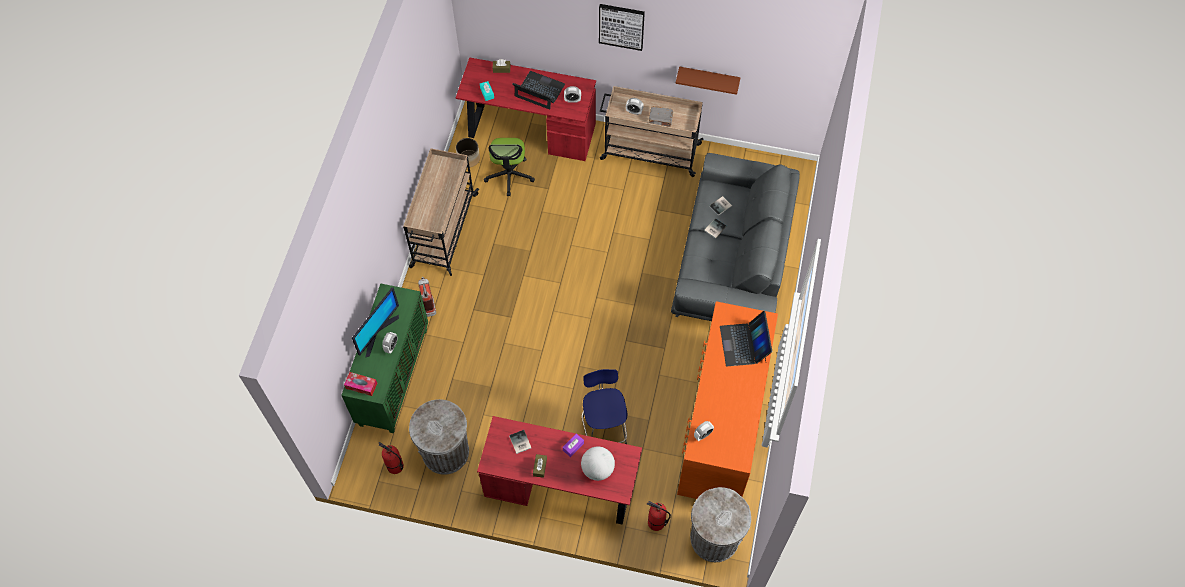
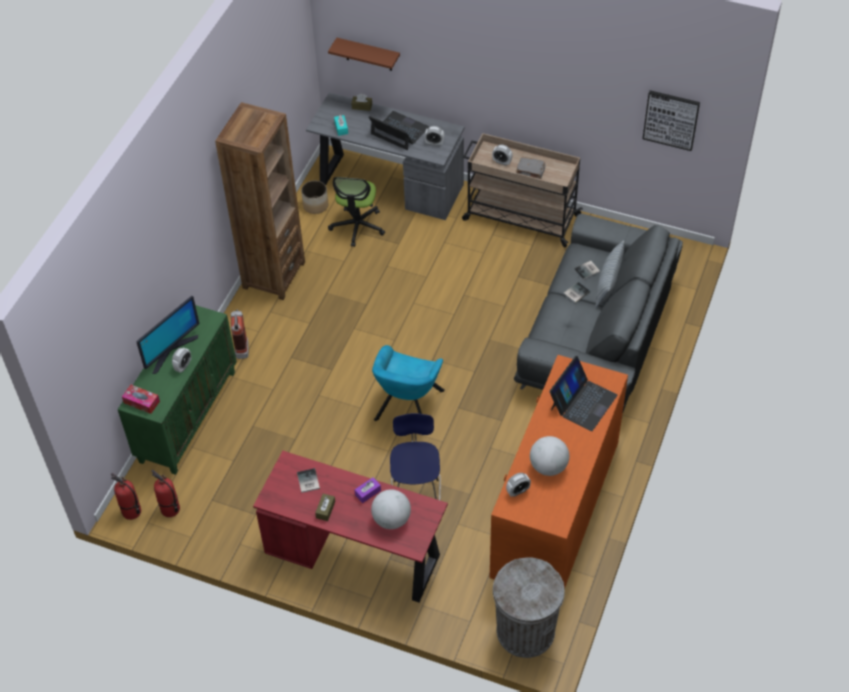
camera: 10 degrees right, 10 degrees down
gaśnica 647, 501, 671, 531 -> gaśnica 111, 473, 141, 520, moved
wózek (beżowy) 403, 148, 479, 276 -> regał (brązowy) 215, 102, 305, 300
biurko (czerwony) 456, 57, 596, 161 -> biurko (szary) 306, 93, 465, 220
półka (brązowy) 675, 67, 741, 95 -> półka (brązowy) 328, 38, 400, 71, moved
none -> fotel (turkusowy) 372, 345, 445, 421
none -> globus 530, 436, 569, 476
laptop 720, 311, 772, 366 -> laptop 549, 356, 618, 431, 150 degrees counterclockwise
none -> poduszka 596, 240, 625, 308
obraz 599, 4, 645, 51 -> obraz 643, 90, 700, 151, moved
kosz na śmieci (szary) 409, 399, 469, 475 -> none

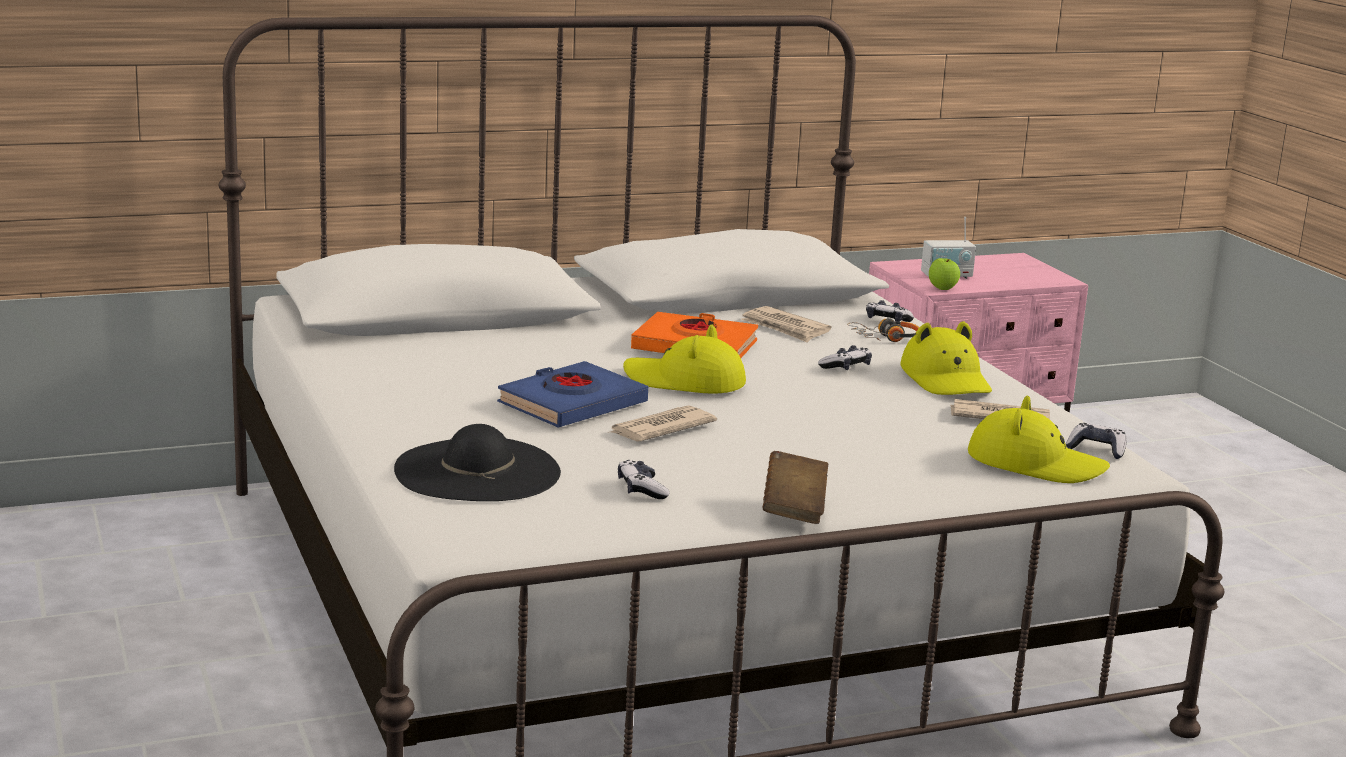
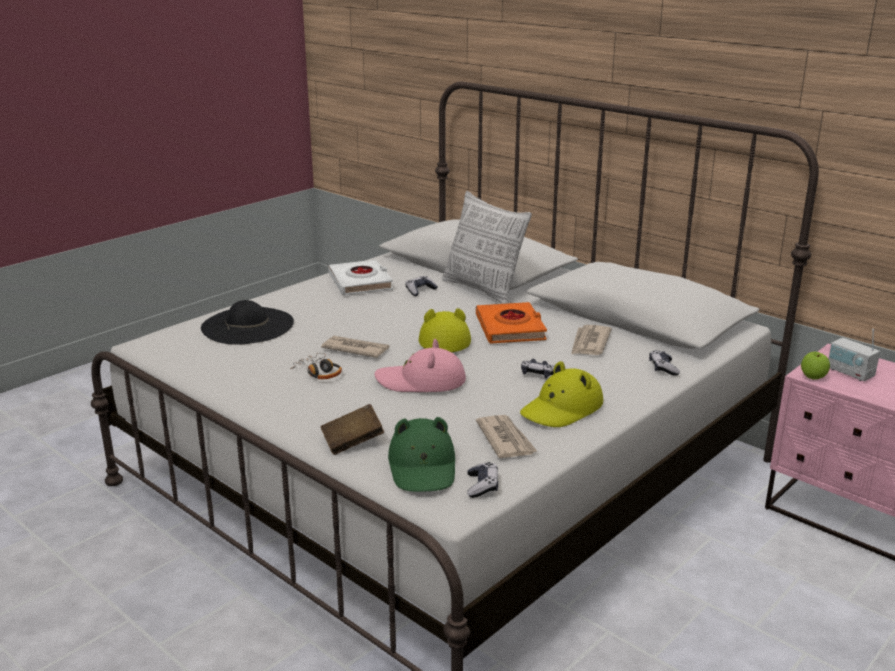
camera: 65 degrees right, 5 degrees up
słuchawki 847, 318, 920, 342 -> słuchawki 290, 353, 342, 379, moved
książka (brązowy) 763, 451, 828, 524 -> książka (brązowy) 320, 404, 384, 455, moved
none -> książka (biały) 328, 260, 393, 295
none -> kapelusz (różowy) 375, 339, 466, 392
kapelusz (żółty) 968, 396, 1110, 483 -> kapelusz (zielony) 388, 417, 455, 492
pad do gier 618, 460, 669, 499 -> pad do gier 405, 276, 438, 296, moved
none -> poduszka 442, 191, 532, 304
książka (niebieski) 497, 361, 648, 427 -> none

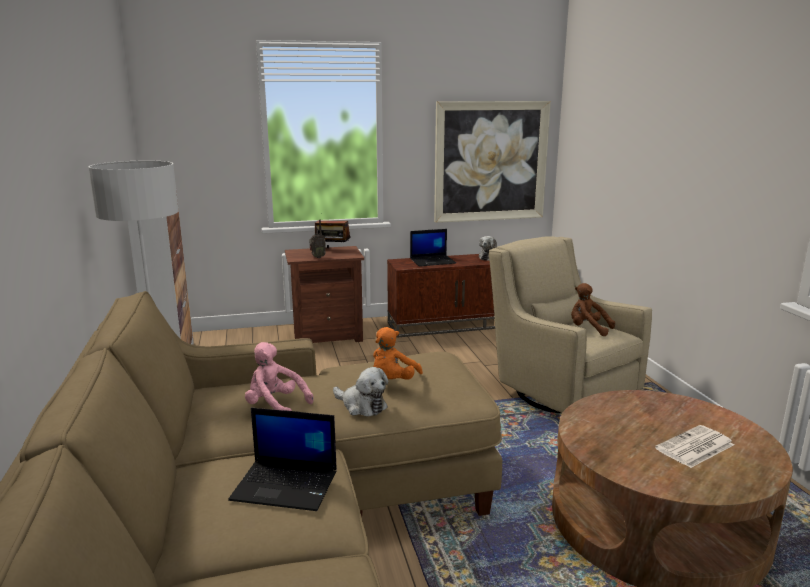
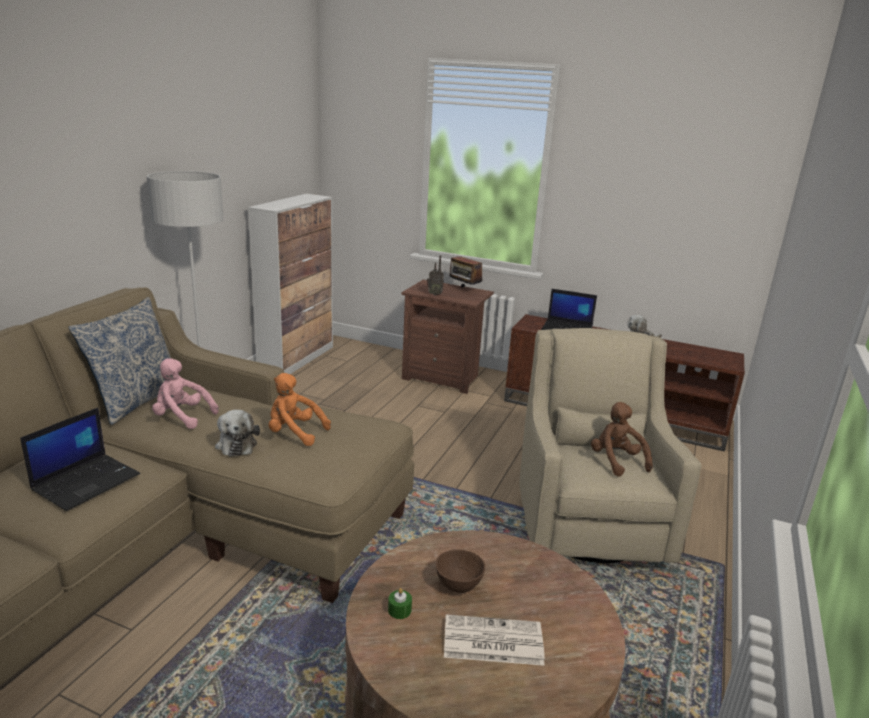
camera: 35 degrees right, 5 degrees up
laptop 228, 408, 337, 511 -> laptop 20, 408, 140, 511, 105 degrees counterclockwise
none -> poduszka 68, 297, 180, 425
pluszak (różowy) 245, 342, 314, 411 -> pluszak (różowy) 152, 358, 219, 429, 45 degrees counterclockwise
pluszak (pomarańczowy) 373, 327, 423, 380 -> pluszak (pomarańczowy) 268, 373, 331, 446, 45 degrees clockwise
none -> świeca (zielony) 388, 588, 412, 619
none -> miska (brązowy) 436, 549, 485, 593
obraz 434, 101, 551, 223 -> none

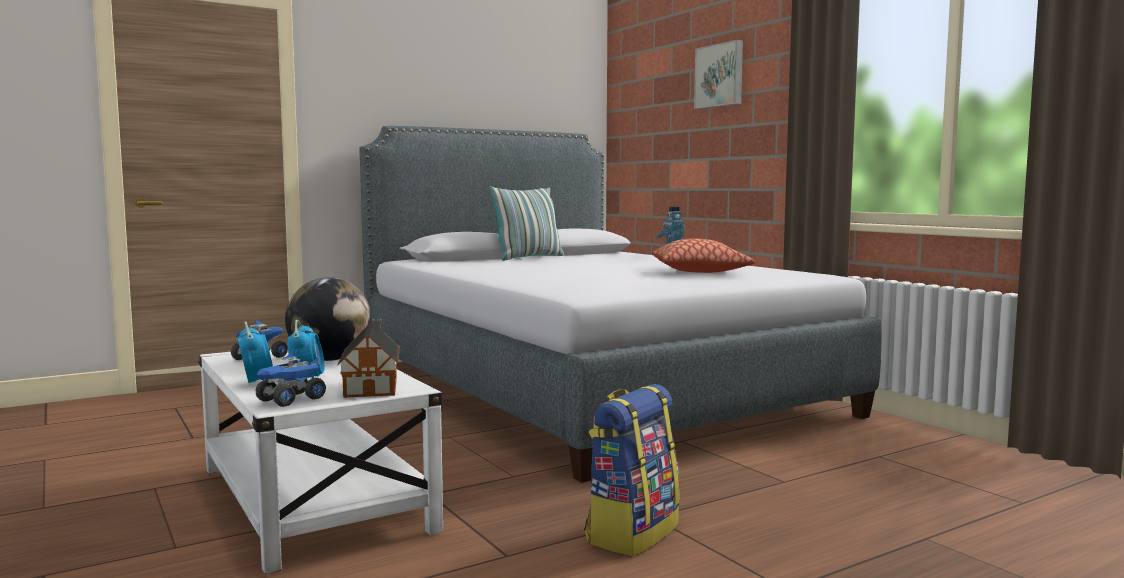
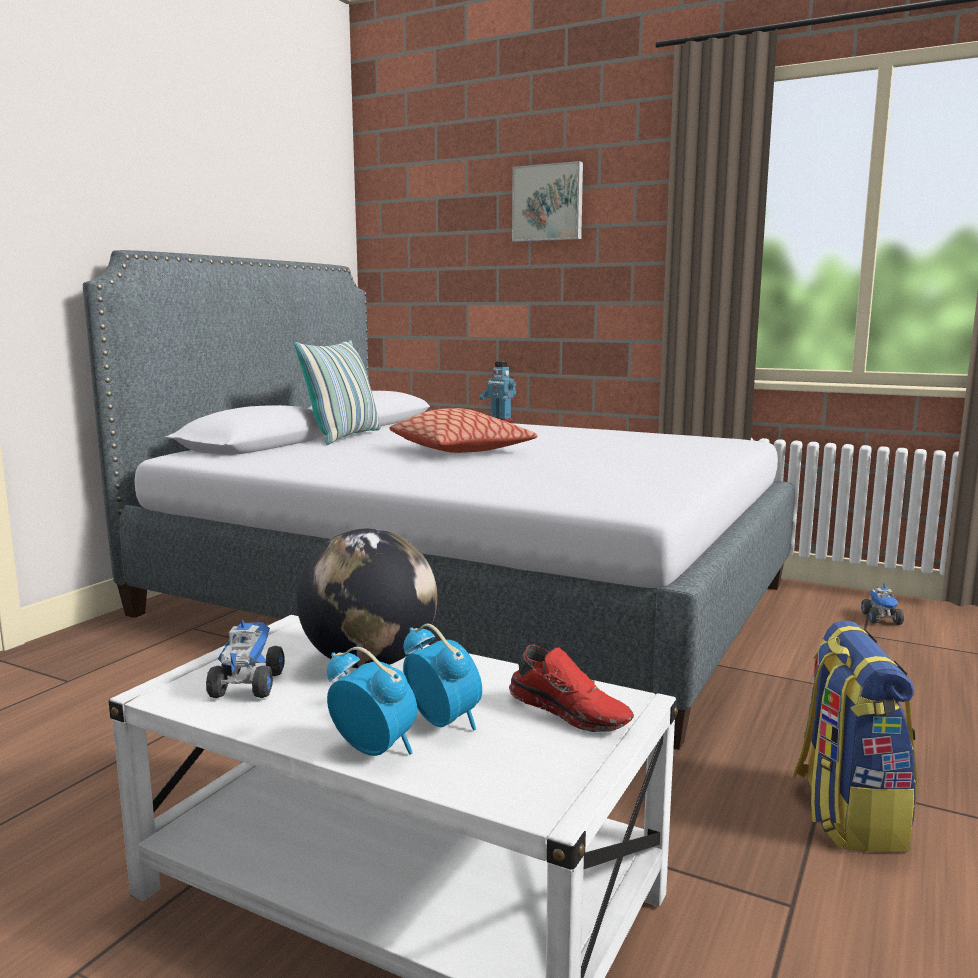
camera: 30 degrees left, 5 degrees up
poduszka 652, 239, 755, 273 -> poduszka 389, 408, 538, 453, moved
domek 338, 319, 400, 398 -> but (czerwony) 509, 645, 634, 732
ciężarówka zabawkowa 256, 349, 326, 407 -> ciężarówka zabawkowa 861, 584, 904, 625, moved

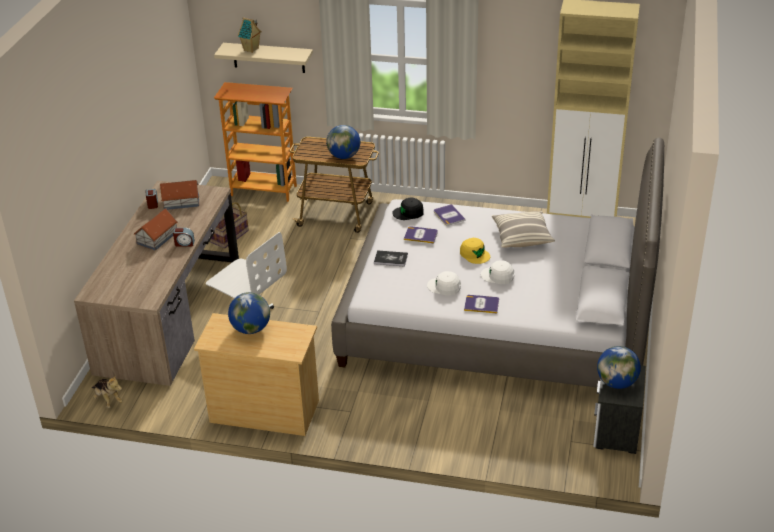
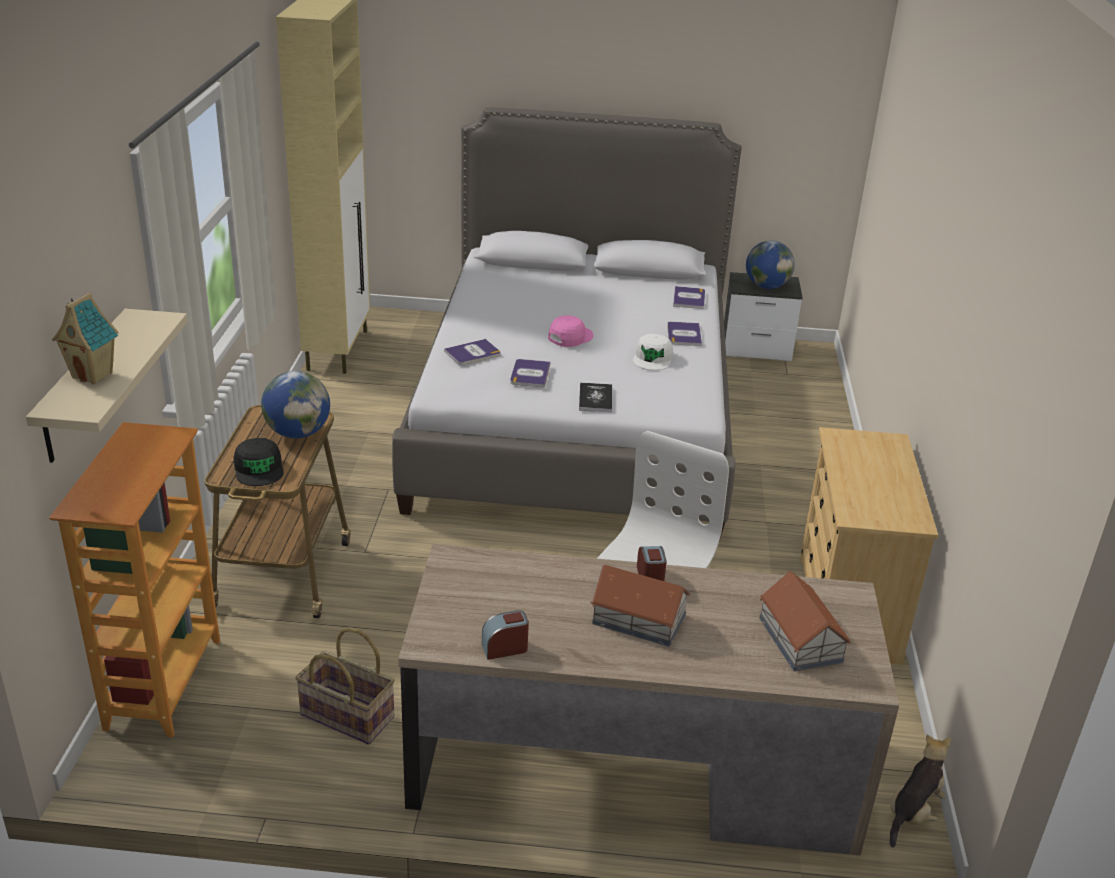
camera: 100 degrees left, 5 degrees down
czapka z daszkiem (czarny) 392, 197, 424, 220 -> czapka z daszkiem (czarny) 233, 438, 284, 486, moved
czapka z daszkiem (żółty) 460, 238, 490, 264 -> czapka z daszkiem (różowy) 548, 315, 594, 347
none -> książka 673, 286, 705, 309
domek 160, 180, 199, 210 -> domek 759, 571, 851, 671, moved
globus 228, 292, 270, 334 -> none
czapka z daszkiem (biały) 481, 260, 514, 284 -> none
poduszka 492, 211, 555, 247 -> none

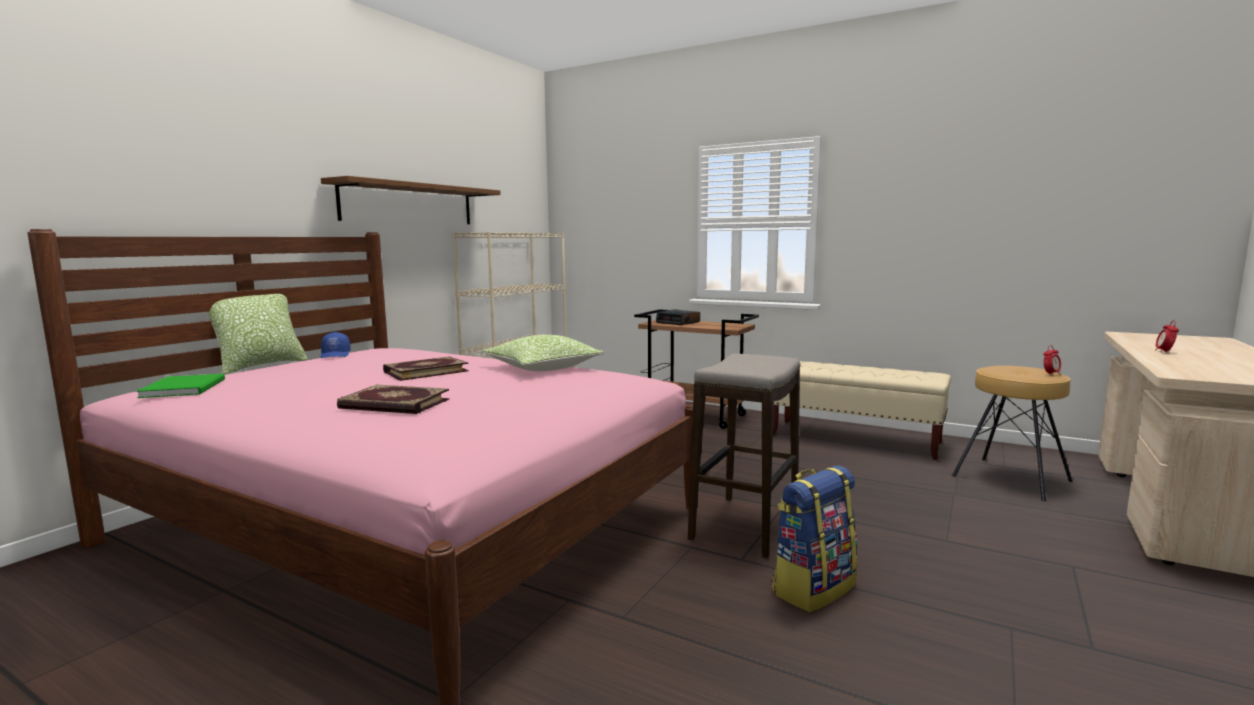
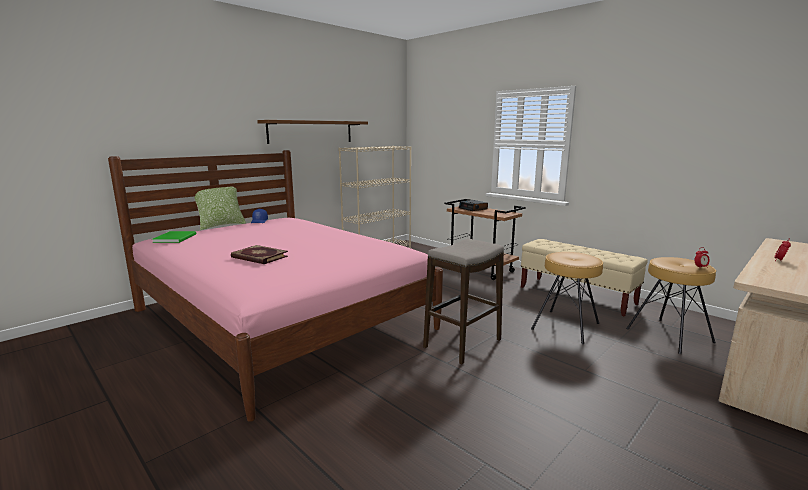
camera: 15 degrees right, 5 degrees up
none -> stołek (brązowy) 531, 252, 603, 344
książka 383, 356, 469, 381 -> none
poduszka 482, 335, 604, 371 -> none
plecak 771, 466, 858, 612 -> none

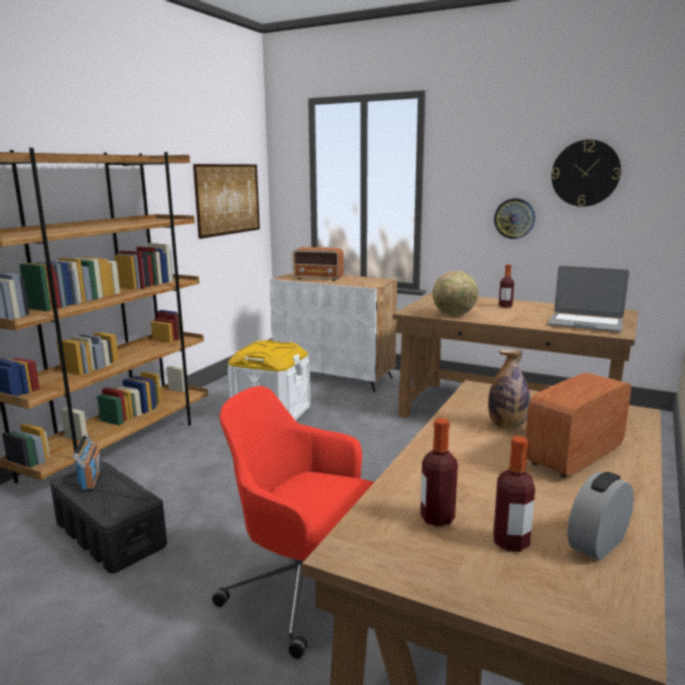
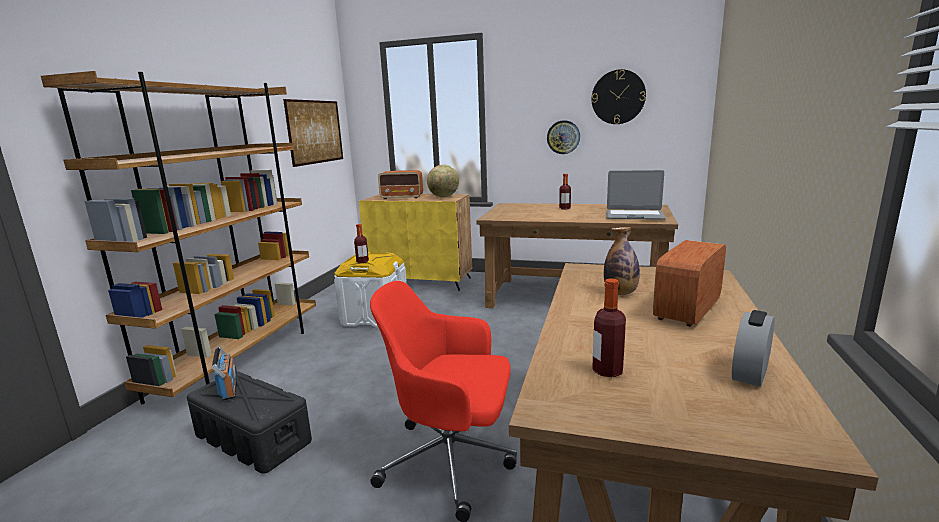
camera: 10 degrees left, 0 degrees up
butelka 493, 436, 535, 552 -> butelka 354, 224, 369, 263, moved
szafka (biały) 270, 273, 397, 392 -> szafka (żółty) 359, 194, 472, 291
globus 433, 271, 478, 316 -> globus 427, 165, 459, 197, moved

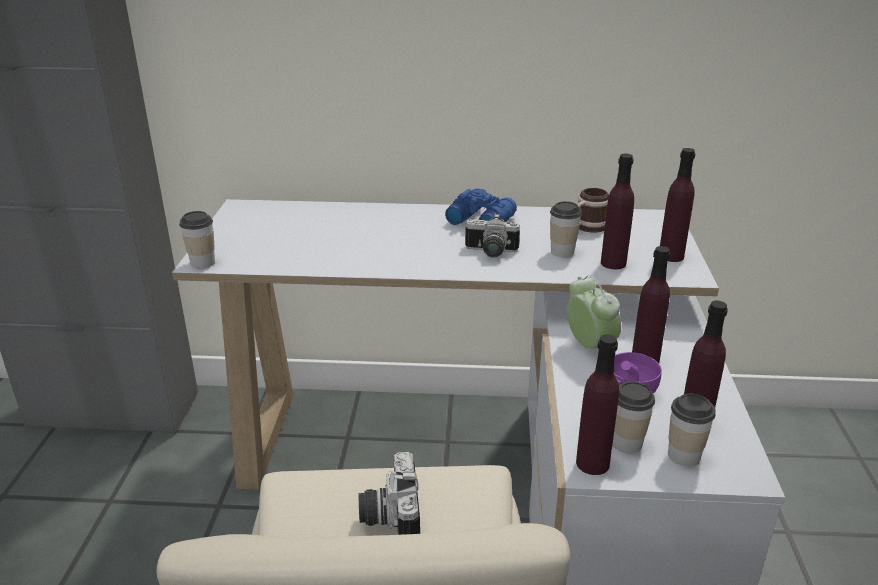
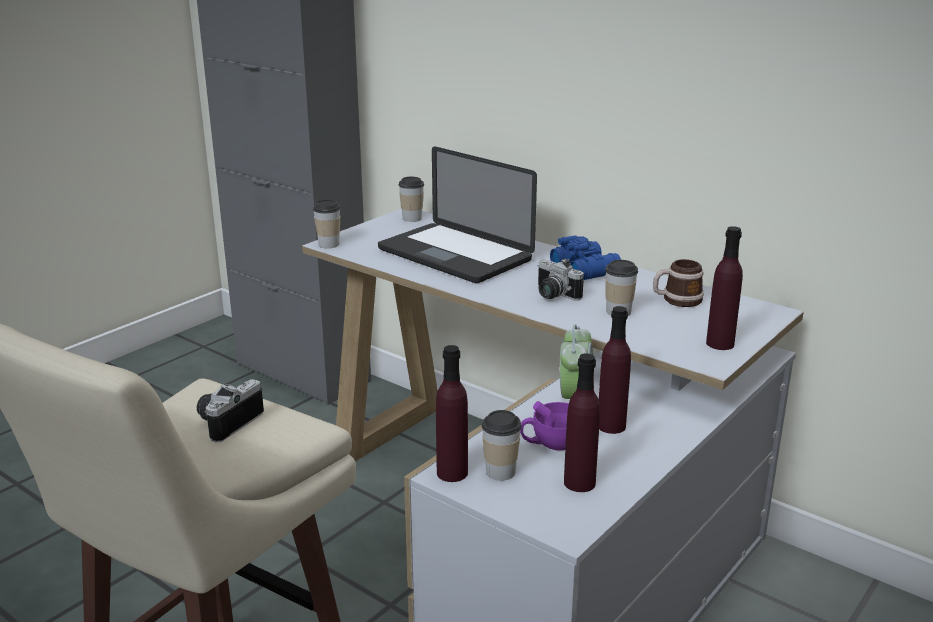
camera: 35 degrees right, 5 degrees down
none -> laptop 378, 146, 537, 283
filiżanka 668, 394, 716, 467 -> filiżanka 399, 177, 424, 222, moved
butelka (fioletowy) 601, 153, 634, 269 -> none

